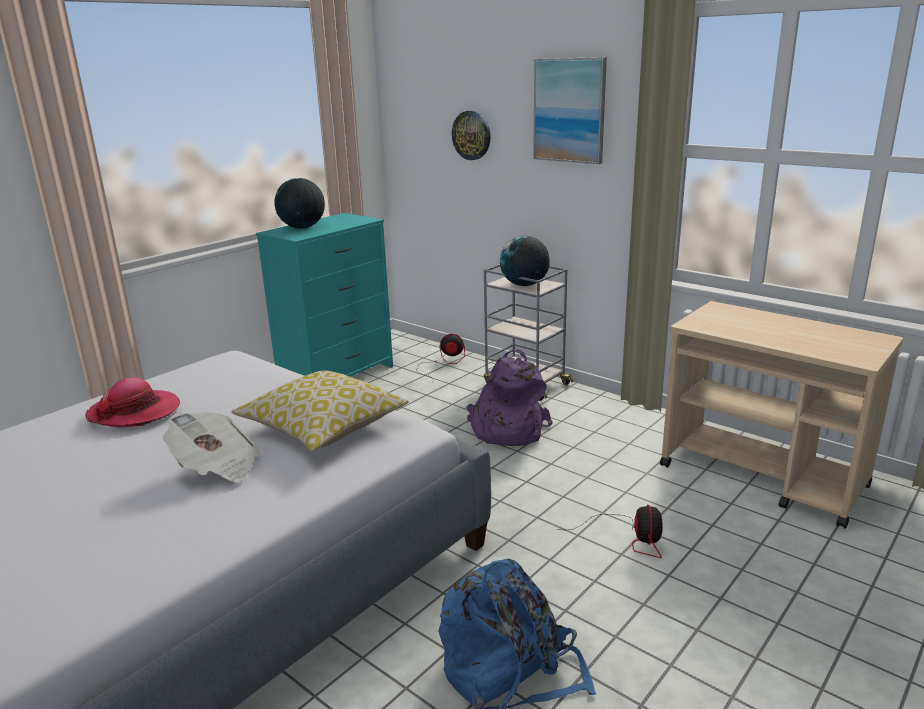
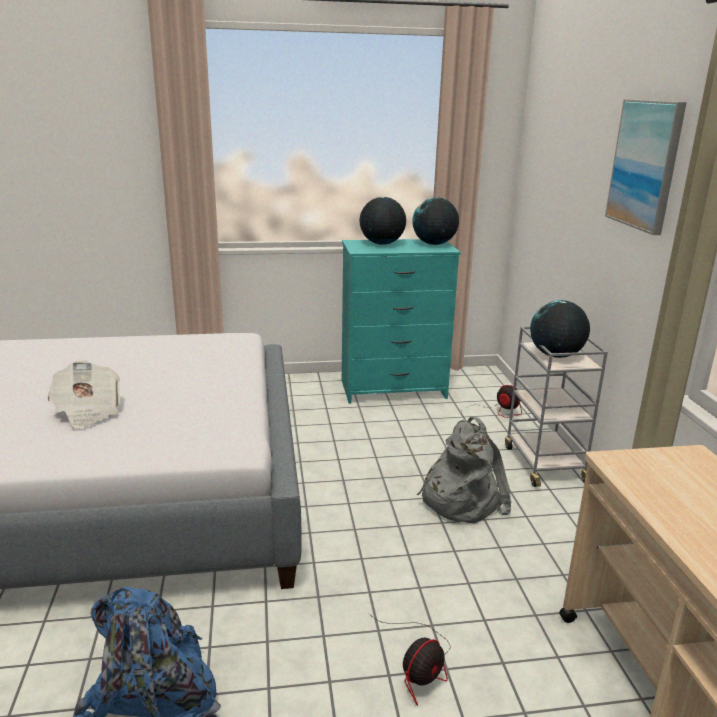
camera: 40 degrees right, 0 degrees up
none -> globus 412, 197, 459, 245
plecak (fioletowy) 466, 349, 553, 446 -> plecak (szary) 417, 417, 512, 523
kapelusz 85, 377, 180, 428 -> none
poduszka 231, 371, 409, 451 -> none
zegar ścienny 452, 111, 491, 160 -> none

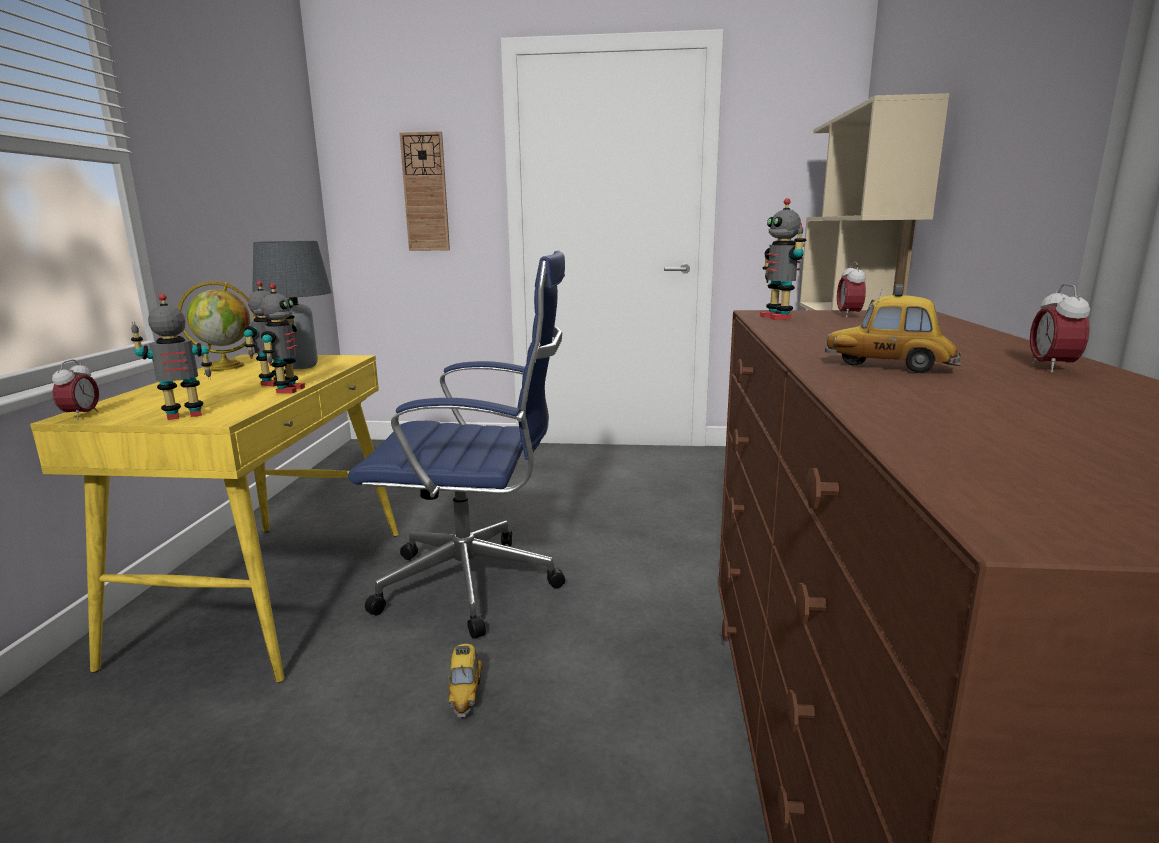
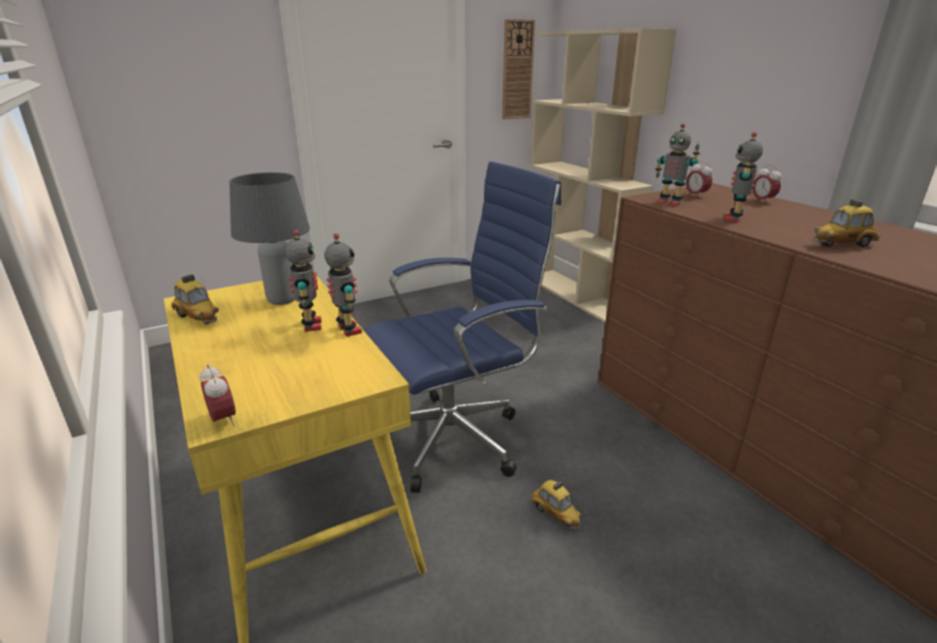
camera: 35 degrees left, 10 degrees up
globus 178, 281, 257, 370 -> samochodzik 171, 274, 219, 324
zegar ścienny 400, 131, 450, 251 -> zegar ścienny 502, 19, 535, 119, moved
robot zabawkowy 131, 294, 212, 420 -> robot zabawkowy 725, 132, 763, 223, moved
budzik 1030, 284, 1090, 373 -> budzik 752, 165, 782, 204, moved

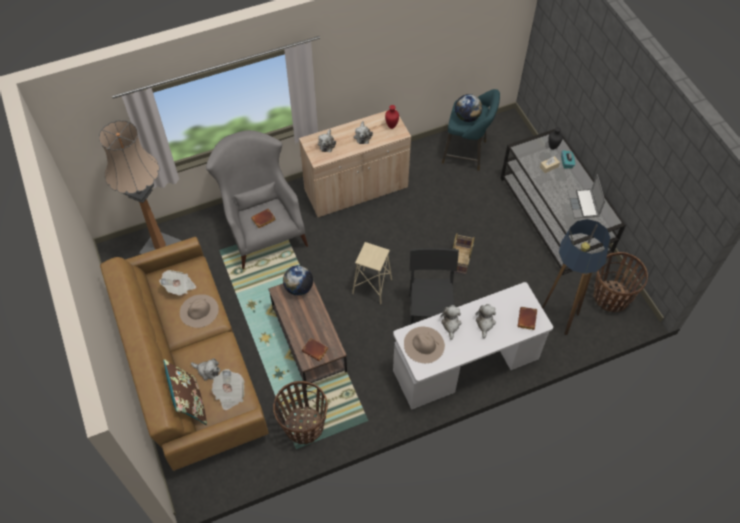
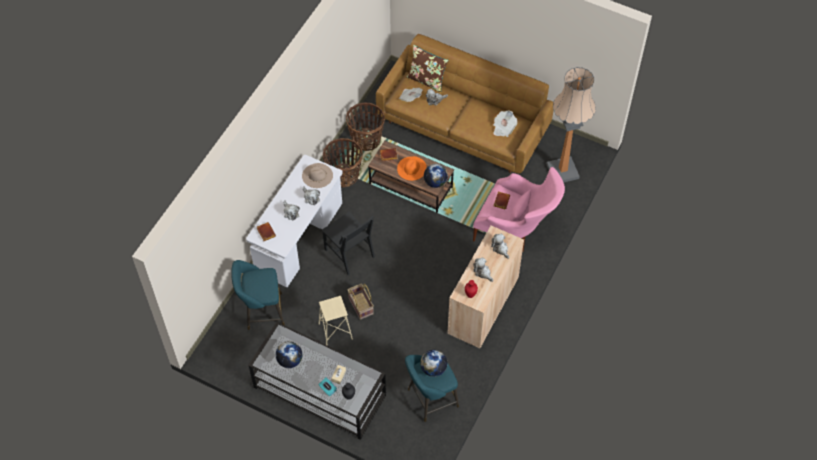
camera: 140 degrees right, 0 degrees up
lampa stojąca 542, 219, 610, 335 -> stołek (turkusowy) 231, 260, 285, 330
laptop 567, 174, 605, 219 -> globus 276, 341, 303, 368
stołek (beżowy) 352, 242, 392, 304 -> stołek (beżowy) 319, 296, 353, 345, moved
koszyk 593, 252, 648, 312 -> koszyk 323, 138, 363, 187, moved
none -> kapelusz (pomarańczowy) 397, 156, 427, 181
fotel (szary) 206, 130, 308, 269 -> fotel (różowy) 473, 167, 565, 252
kapelusz (beżowy) 180, 294, 219, 328 -> none

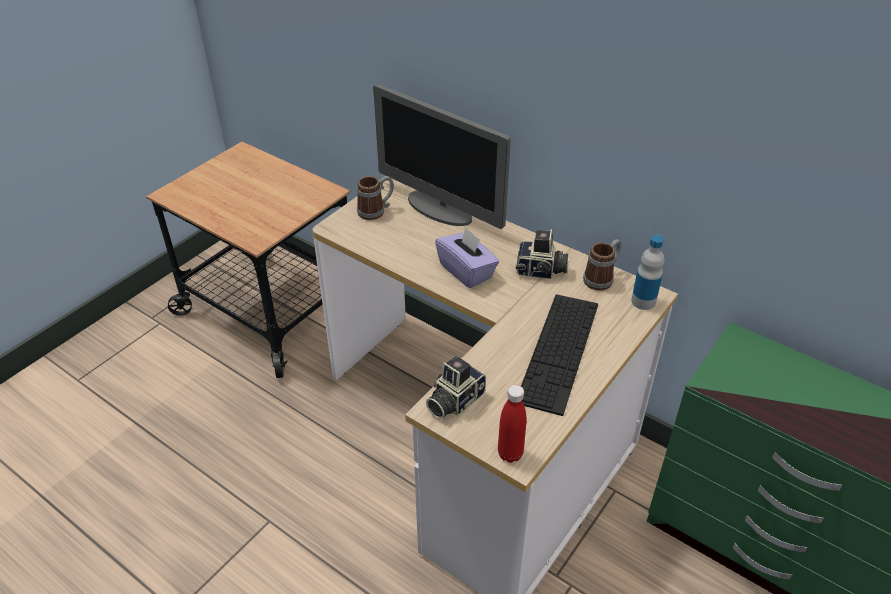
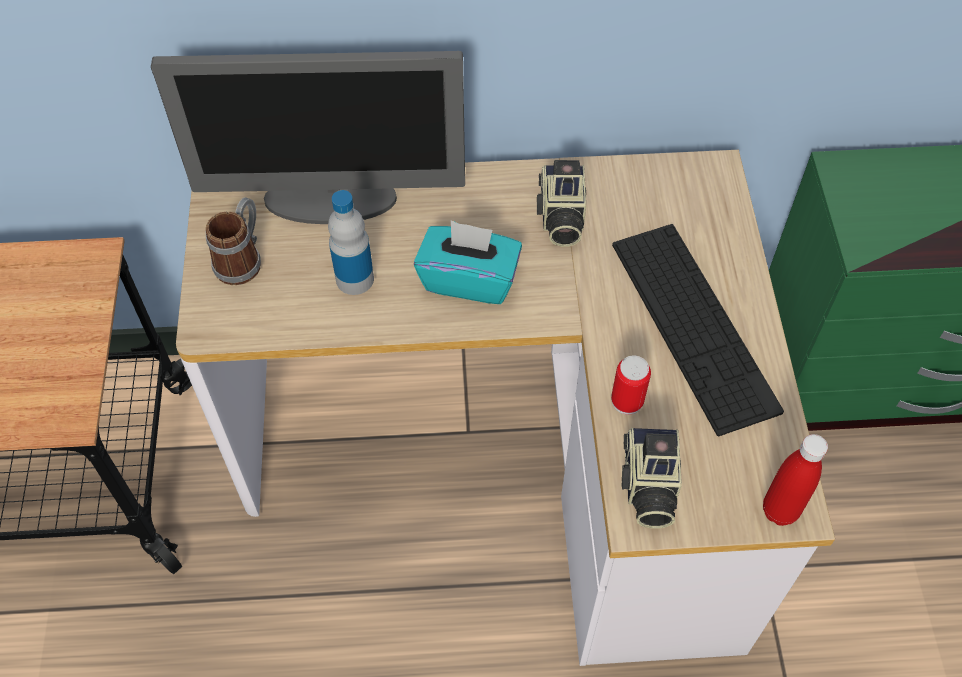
camera: 40 degrees left, 15 degrees up
butelka 631, 235, 664, 310 -> butelka 328, 190, 374, 295, moved
pudełko chusteczek (fioletowy) 435, 227, 499, 288 -> pudełko chusteczek (turkusowy) 414, 220, 522, 304
aparat fotograficzny 516, 229, 570, 279 -> aparat fotograficzny 537, 160, 586, 247, 120 degrees clockwise
none -> puszka 611, 355, 651, 415
kubek 583, 239, 622, 291 -> none

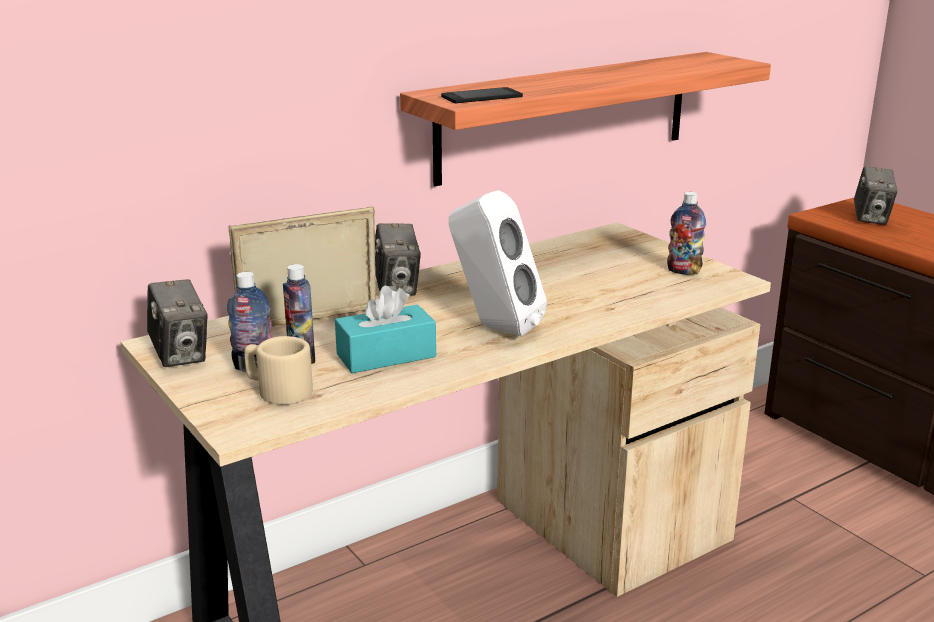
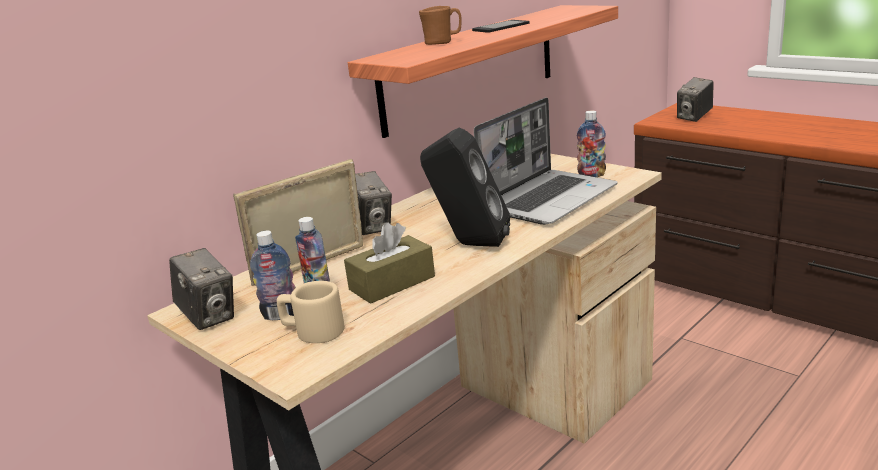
camera: 10 degrees left, 0 degrees up
pudełko chusteczek (turkusowy) 335, 286, 436, 373 -> pudełko chusteczek (brązowy) 344, 222, 435, 304
none -> kubek (brązowy) 419, 6, 461, 45
głośnik (biały) 448, 190, 547, 336 -> głośnik (czarny) 420, 128, 510, 247
telefon 441, 87, 523, 103 -> telefon 472, 20, 530, 33, moved
none -> laptop 474, 97, 618, 225
aparat fotograficzny 854, 166, 898, 225 -> aparat fotograficzny 677, 77, 713, 122, 45 degrees clockwise

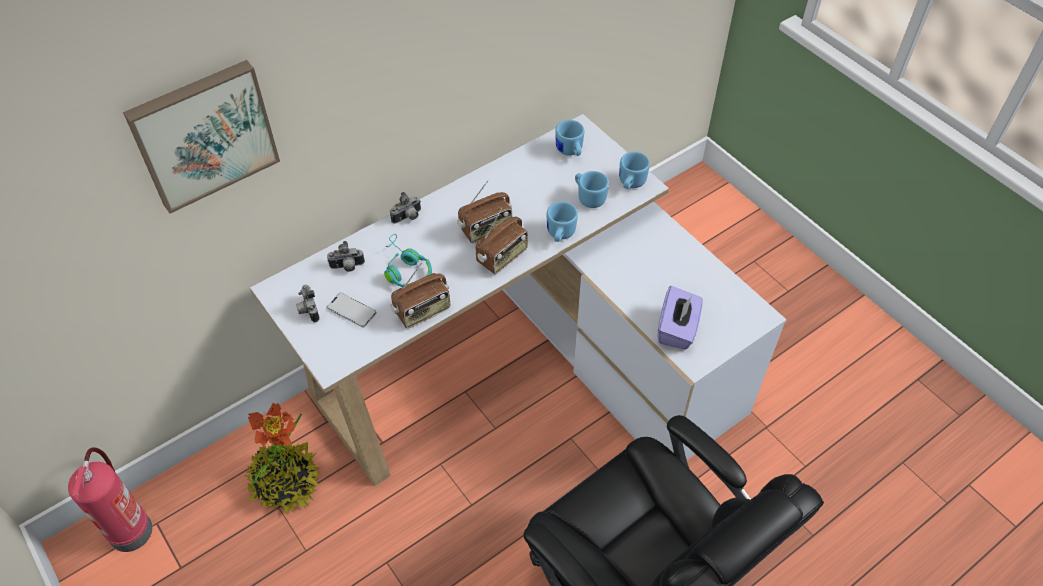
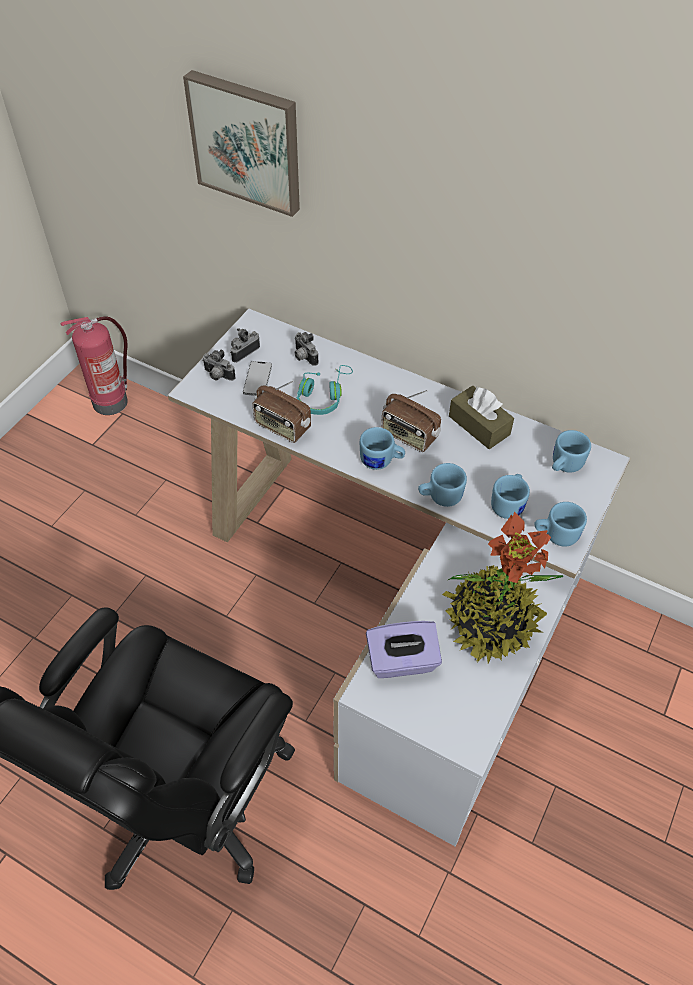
camera: 65 degrees right, 0 degrees up
aparat fotograficzny 390, 192, 421, 224 -> aparat fotograficzny 202, 350, 236, 381, moved
radio 476, 208, 528, 274 -> kubek (niebieski) 360, 427, 405, 470
roślina doniczkowa 243, 402, 321, 515 -> roślina doniczkowa 442, 512, 563, 664, moved
none -> pudełko chusteczek (brązowy) 449, 386, 514, 449

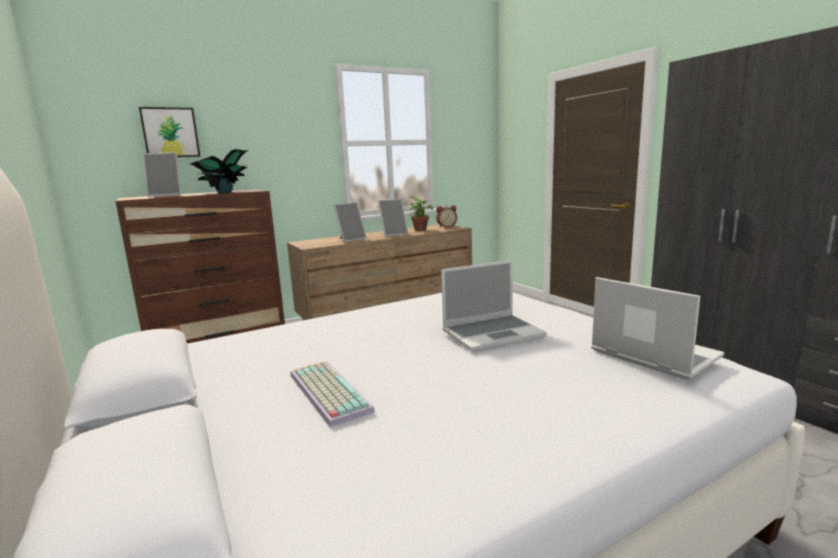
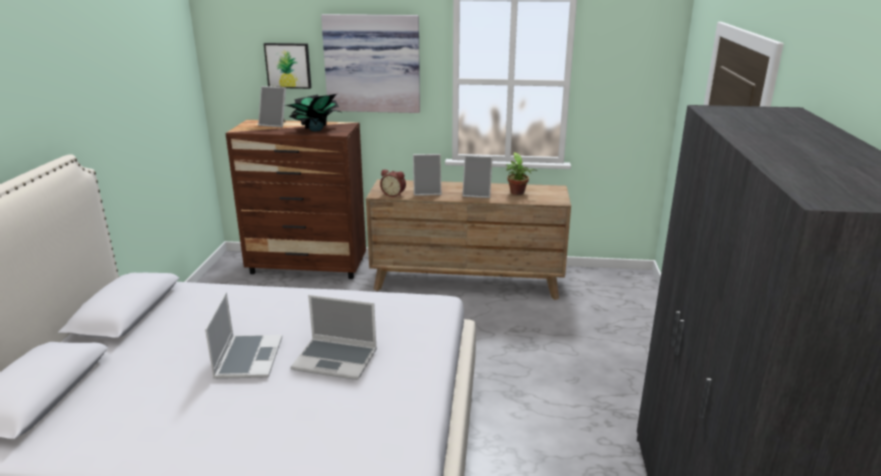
camera: 35 degrees right, 10 degrees up
laptop 591, 277, 724, 380 -> laptop 205, 292, 282, 379, moved
none -> obraz 321, 14, 420, 113
budzik 436, 205, 457, 228 -> budzik 380, 169, 406, 197, moved
klawiatura 290, 361, 375, 427 -> none

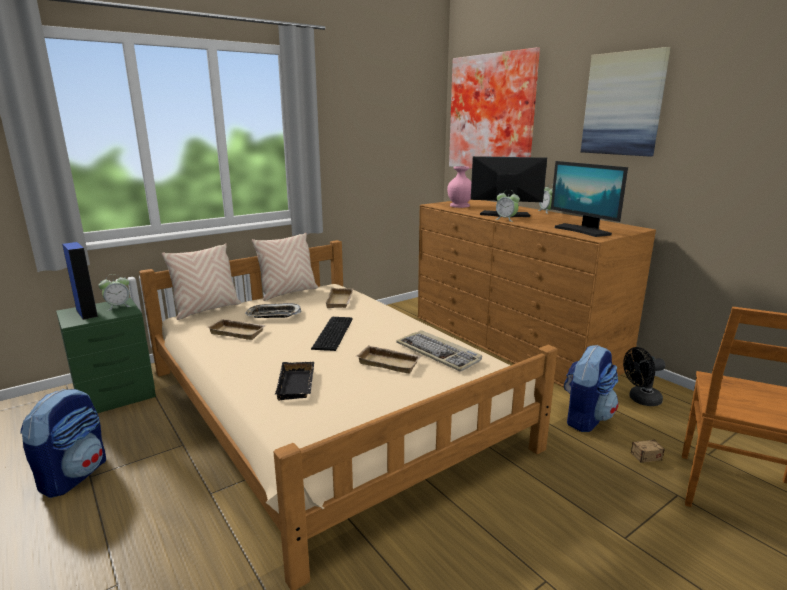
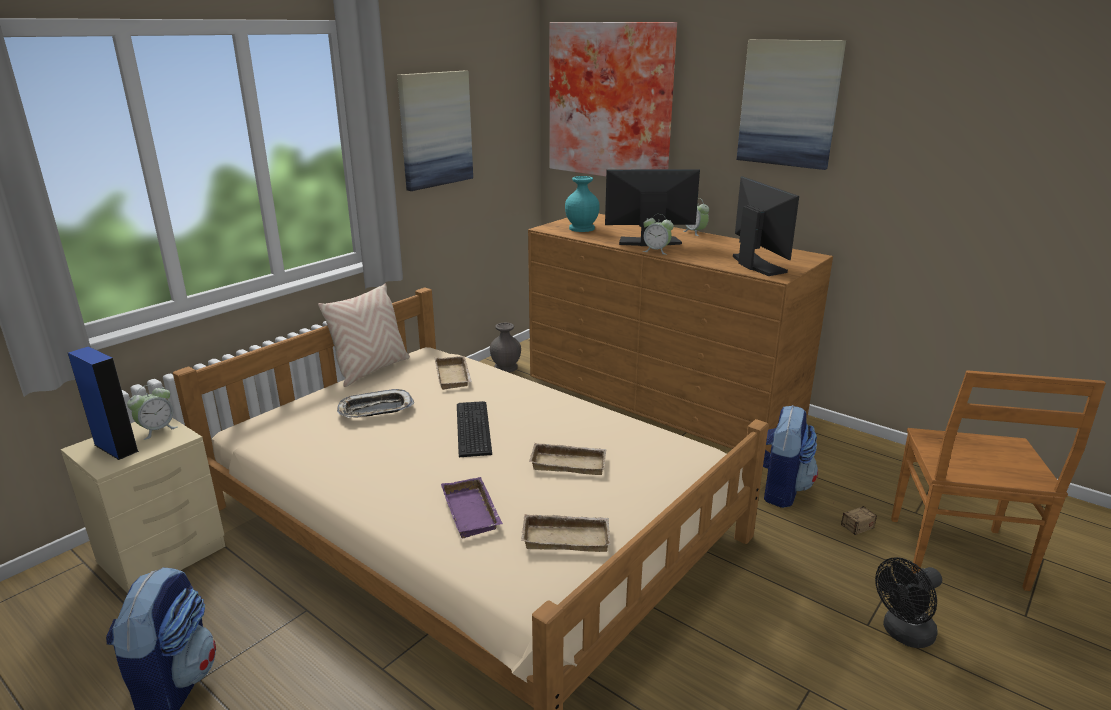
camera: 15 degrees left, 5 degrees up
szafka nocna (zielony) 56, 297, 156, 413 -> szafka nocna (beżowy) 61, 418, 226, 594
none -> obraz 397, 71, 473, 191
taca (czarny) 275, 362, 314, 401 -> taca (fioletowy) 441, 477, 503, 539
none -> wazon (szary) 490, 323, 521, 372
taca (beżowy) 207, 319, 266, 340 -> taca (beżowy) 521, 514, 610, 552, moved
wazon (różowy) 447, 166, 471, 208 -> wazon (turkusowy) 565, 176, 600, 232
monitor 551, 161, 628, 237 -> monitor 733, 176, 799, 276, 150 degrees counterclockwise
wentylator (czarny) 623, 347, 665, 406 -> wentylator (czarny) 875, 557, 942, 648, moved
poduszka (beżowy) 162, 243, 241, 320 -> none
klawiatura 396, 330, 482, 372 -> none

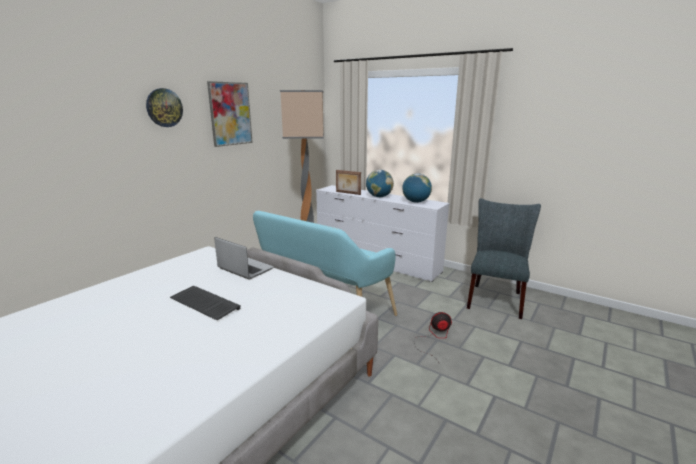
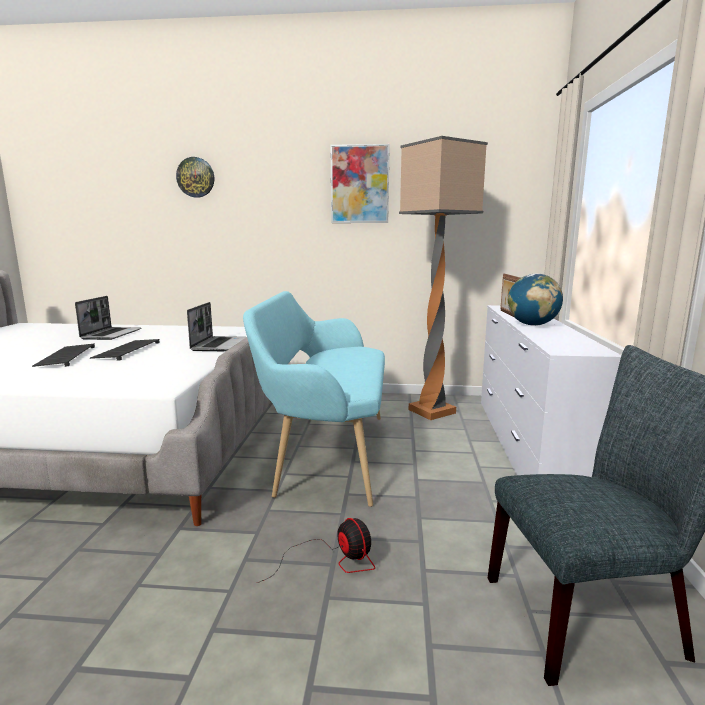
camera: 60 degrees right, 5 degrees down
none -> klawiatura 32, 343, 95, 367
none -> laptop 75, 296, 141, 340
zegar ścienny 146, 88, 183, 127 -> zegar ścienny 176, 157, 214, 198, moved
globus 402, 173, 432, 203 -> none

